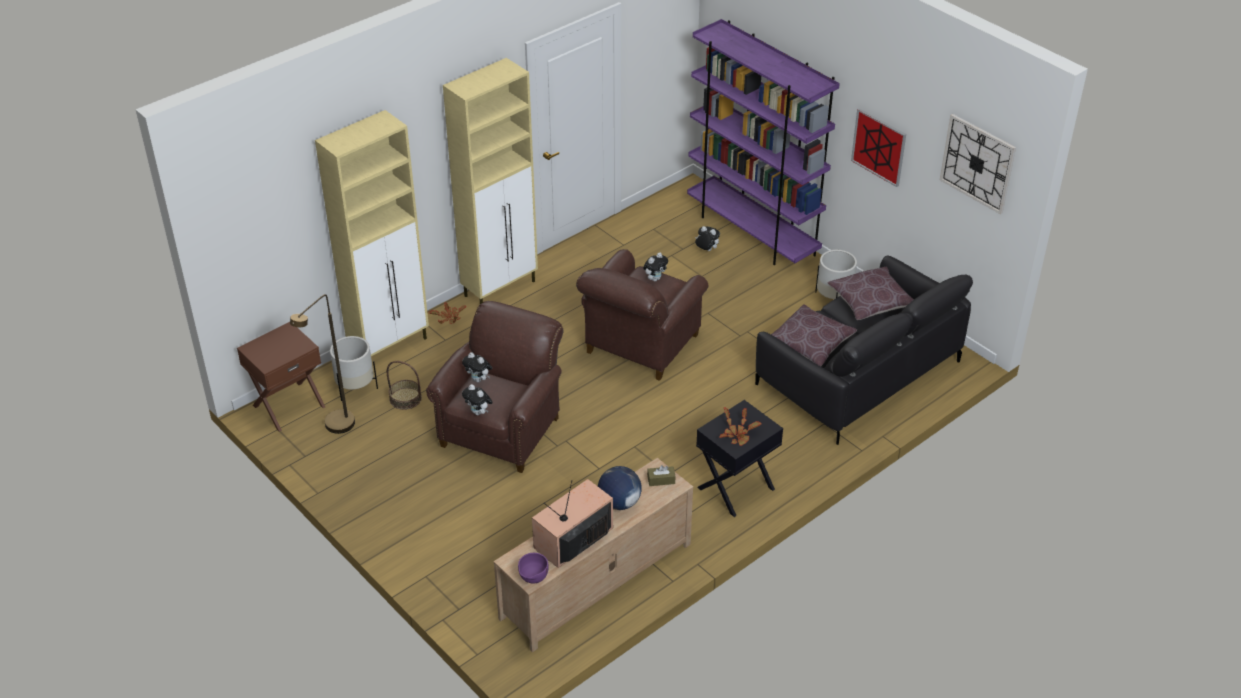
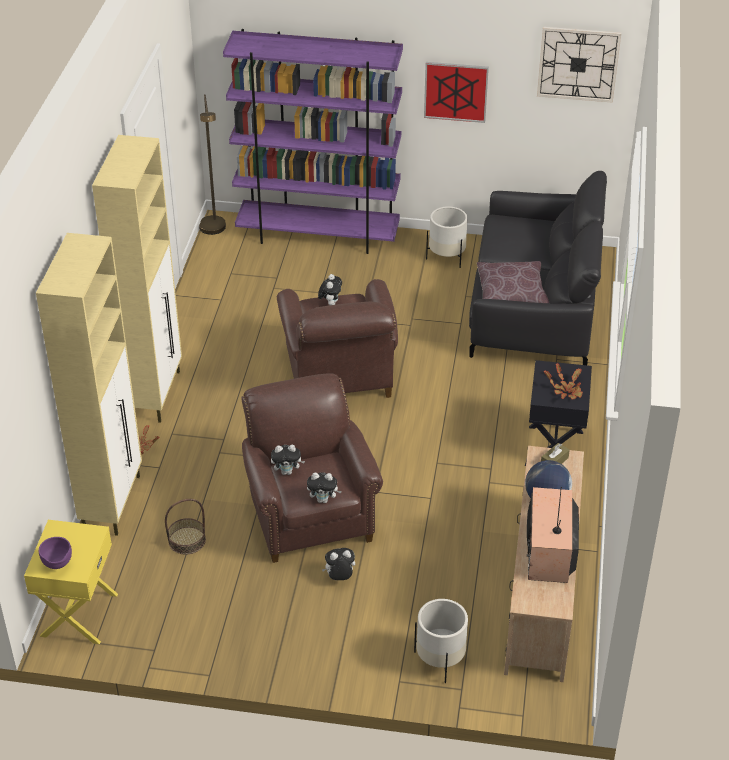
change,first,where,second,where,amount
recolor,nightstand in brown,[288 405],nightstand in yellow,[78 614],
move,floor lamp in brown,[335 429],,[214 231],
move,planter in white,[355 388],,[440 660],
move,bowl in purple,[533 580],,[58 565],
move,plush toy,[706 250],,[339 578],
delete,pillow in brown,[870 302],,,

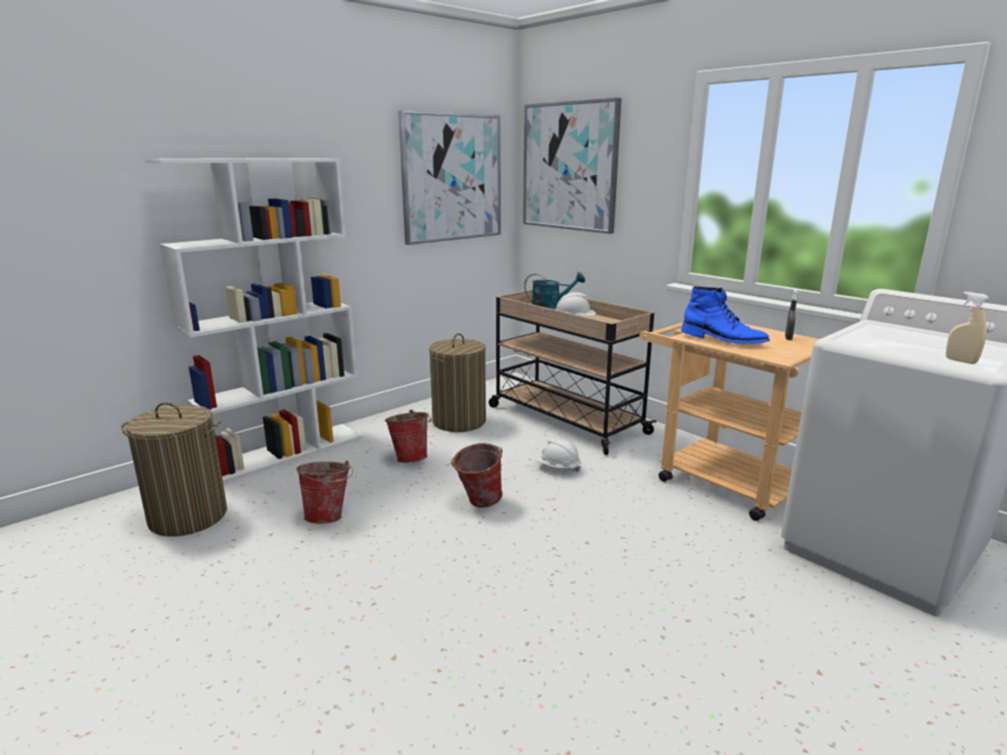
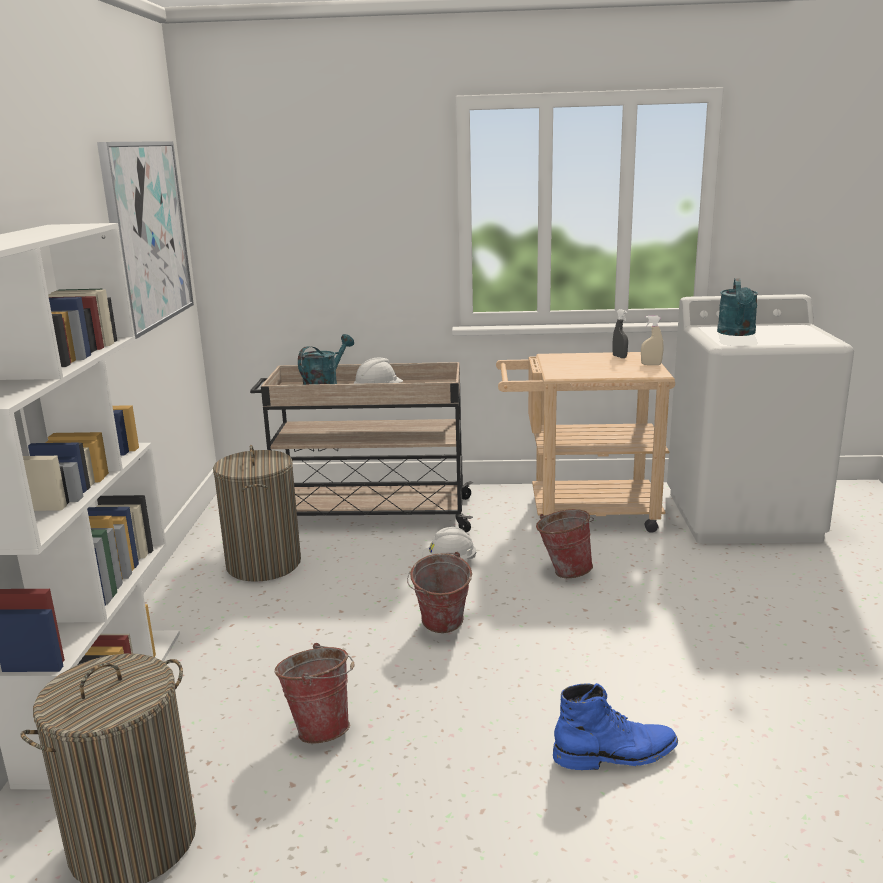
change,first,where,second,where,amount
move,bucket,[410 457],,[563 571],
delete,picture,[569 166],,,
move,boot in blue,[723 340],,[616 754],
move,spray bottle in beige,[960 361],,[651 364],
insert,,,watering can in turquoise,[737 333],

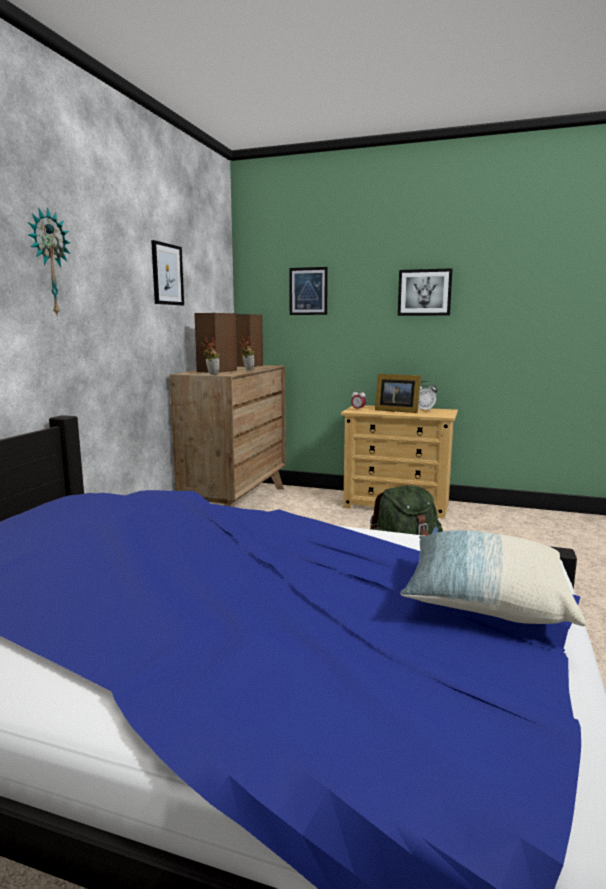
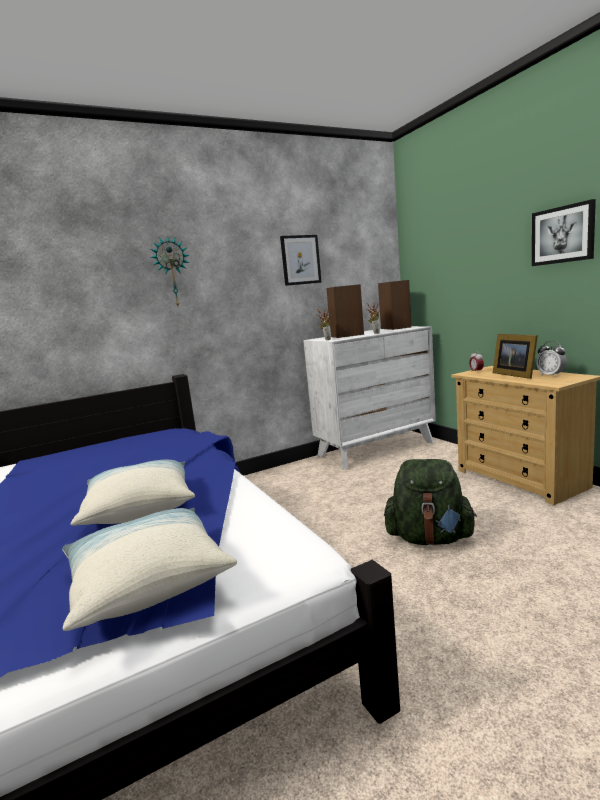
change,first,where,second,where,amount
recolor,dresser in brown,[236 502],dresser in white,[376 449],
delete,picture,[308 291],,,
insert,,,pillow,[139 507],

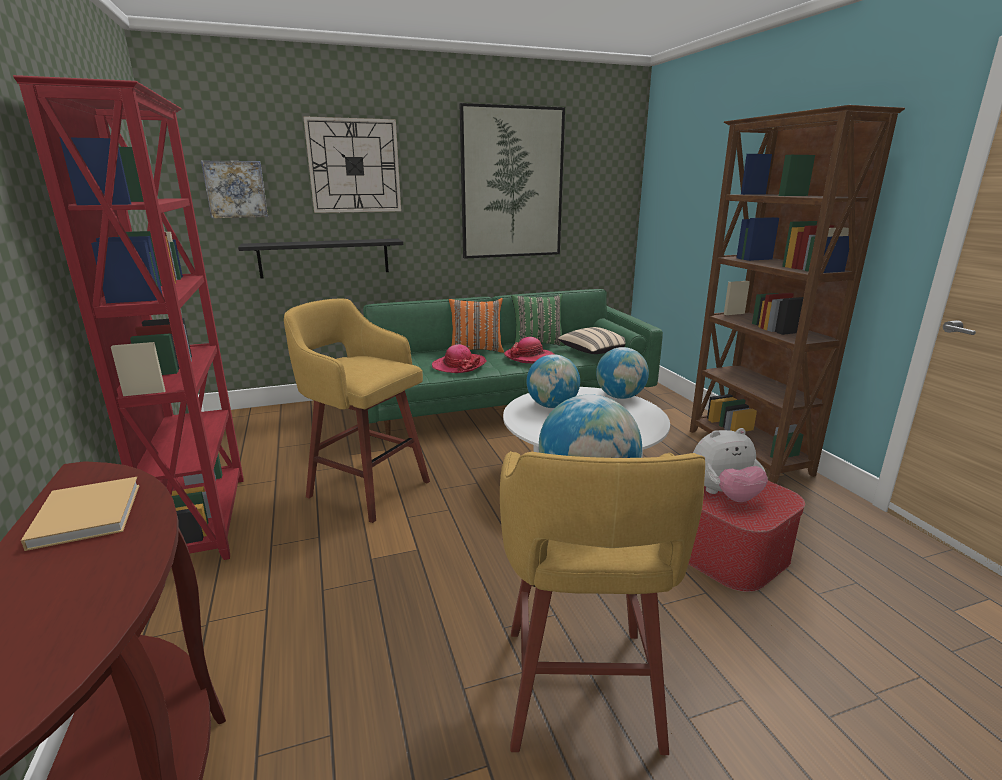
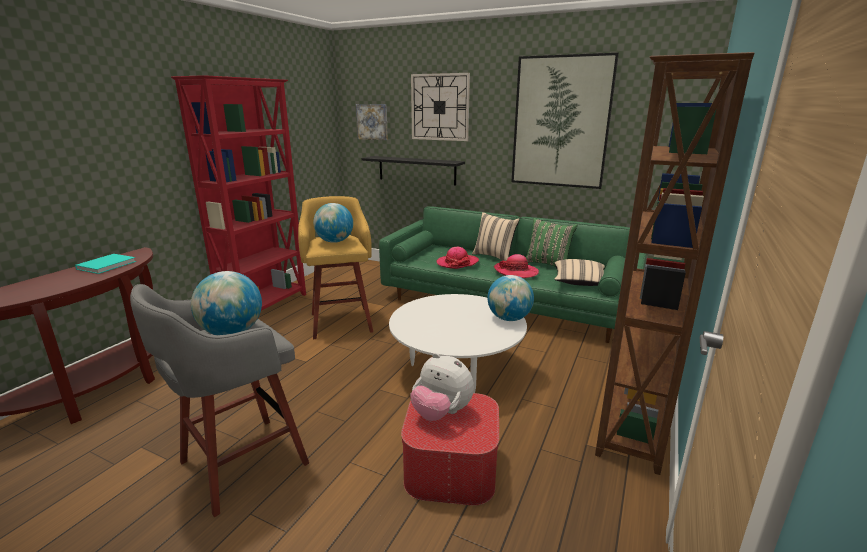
change,first,where,second,where,amount
recolor,book in beige,[88 513],book in turquoise,[108 265],
recolor,pillow in orange,[476 350],pillow in beige,[494 256],
recolor,stool in yellow,[580 692],stool in grey,[239 465],
move,globe,[552 406],,[334 241],

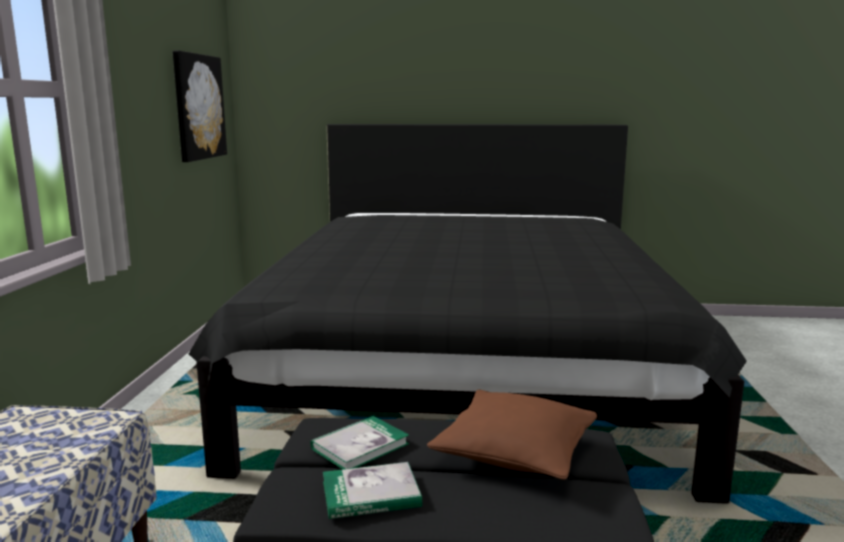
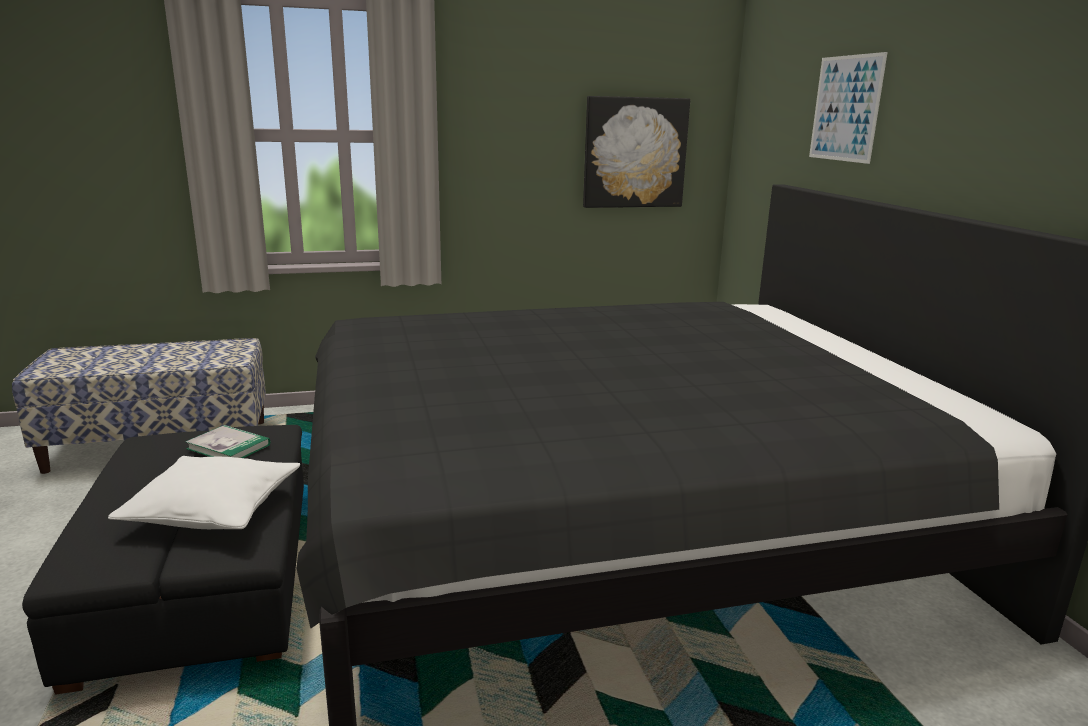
change,first,where,second,where,amount
delete,book,[371 494],,,
recolor,pillow in brown,[515 452],pillow in white,[213 510],
insert,,,picture,[845 108],

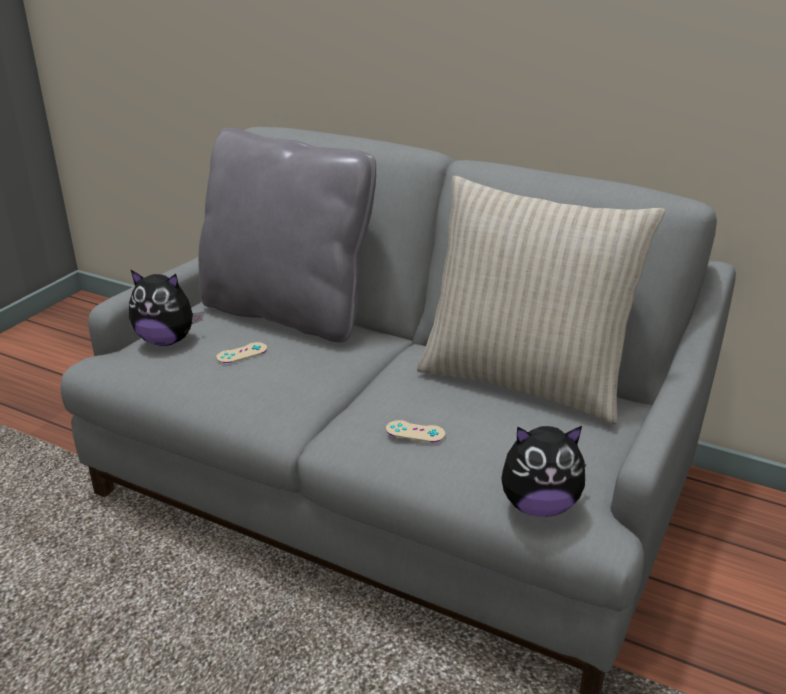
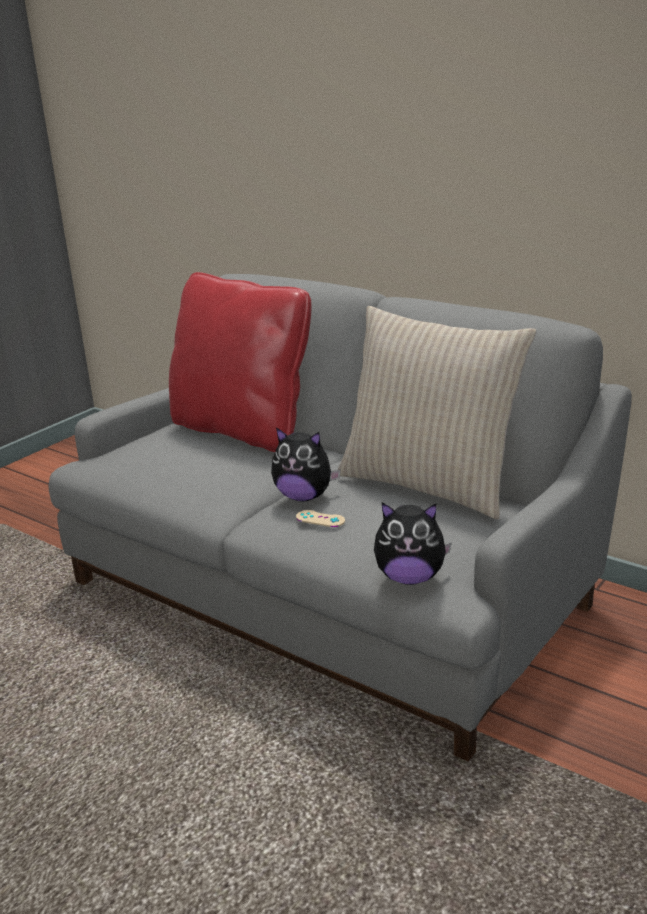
change,first,where,second,where,amount
move,plush toy,[167 340],,[304 496],
recolor,pillow in grey,[288 312],pillow in red,[243 429],
delete,game controller in beige,[242 353],,,

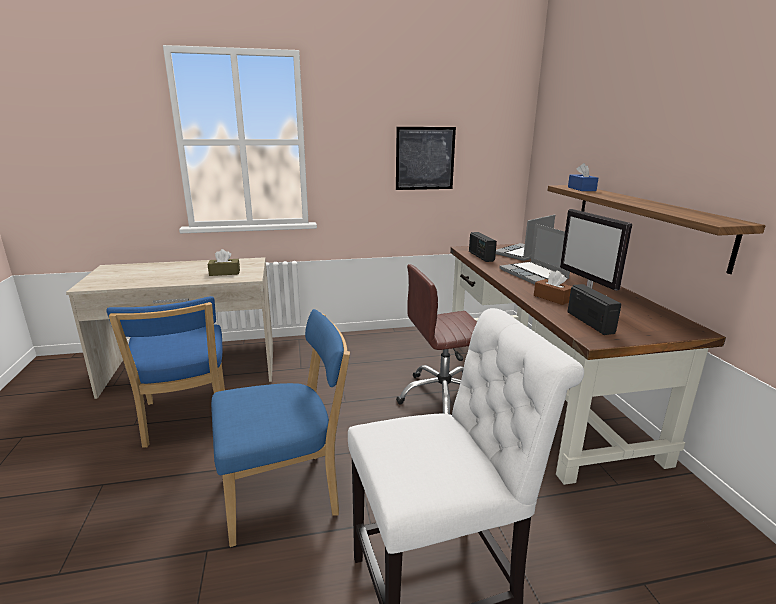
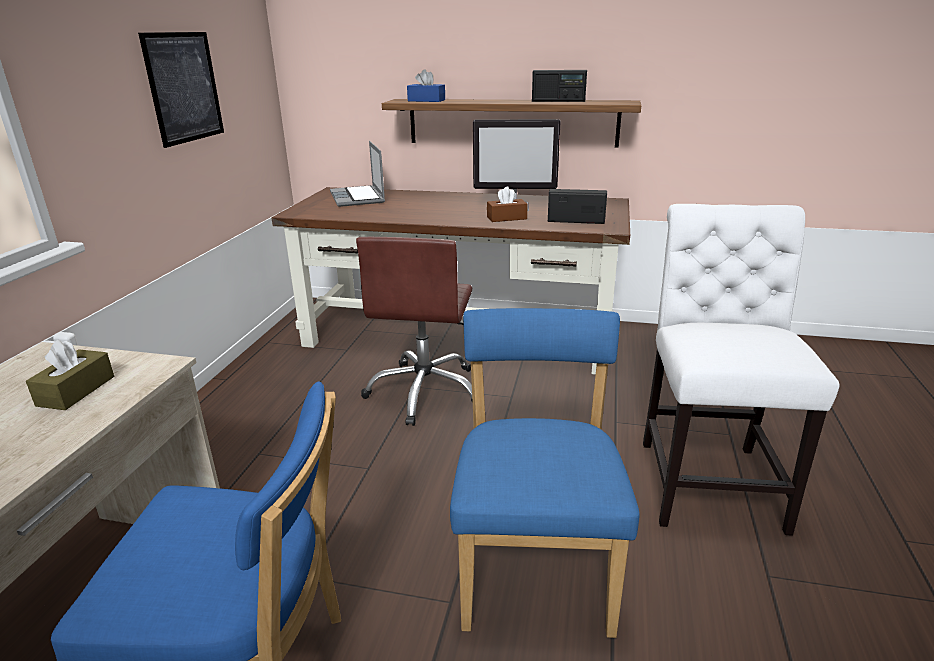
change,first,where,second,where,amount
move,radio,[481 256],,[558 101],
delete,laptop,[534 274],,,

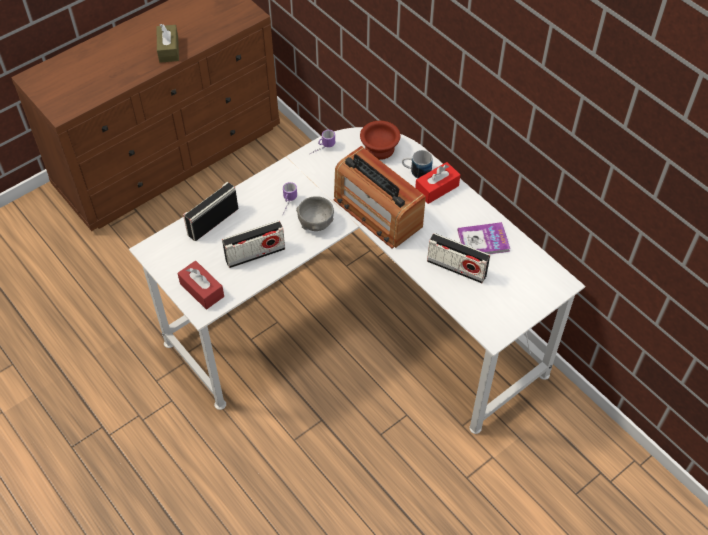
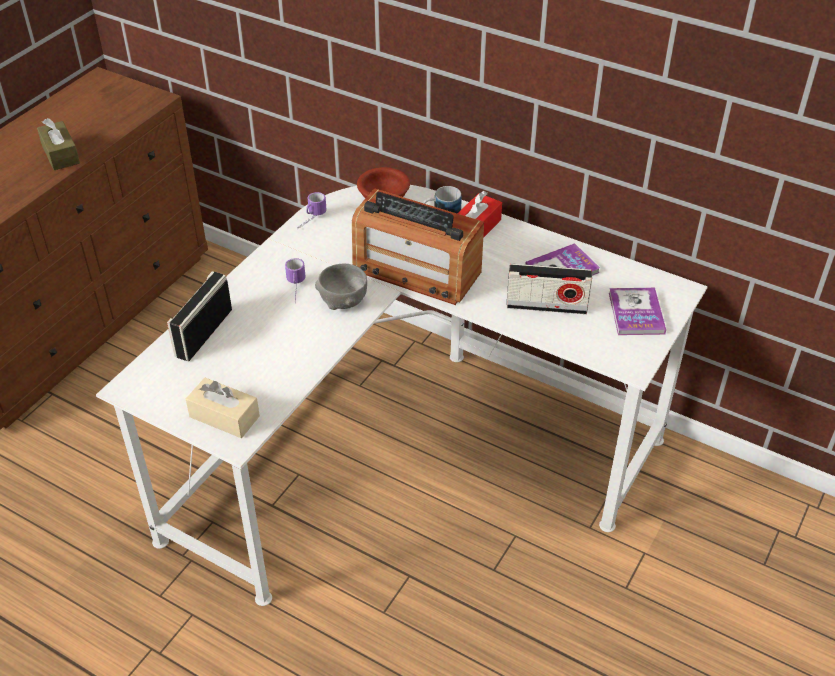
change,first,where,second,where,amount
recolor,tissue box in red,[202 290],tissue box in beige,[224 416],
delete,radio,[255 254],,,
insert,,,book,[636 313],

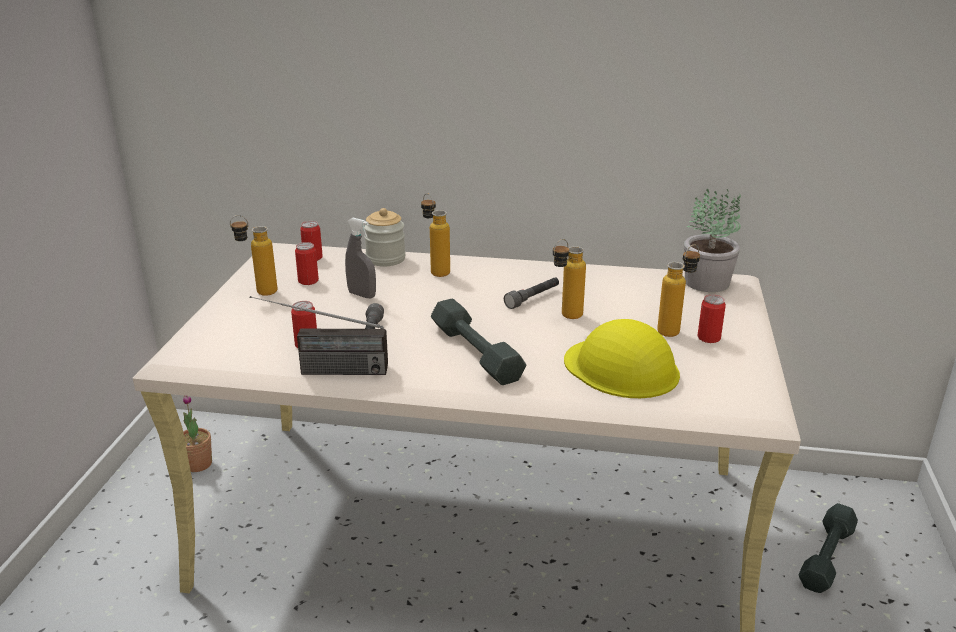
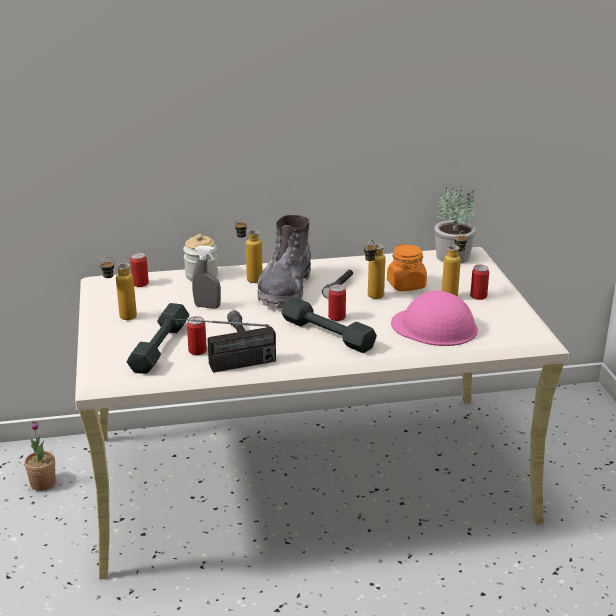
change,first,where,second,where,amount
move,can,[308 281],,[336 317],
recolor,hard hat in yellow,[621 368],hard hat in pink,[434 327],
move,dumbbell in grey,[827 556],,[160 347],
insert,,,boot in grey,[285 289],
insert,,,jar in orange,[406 285],

